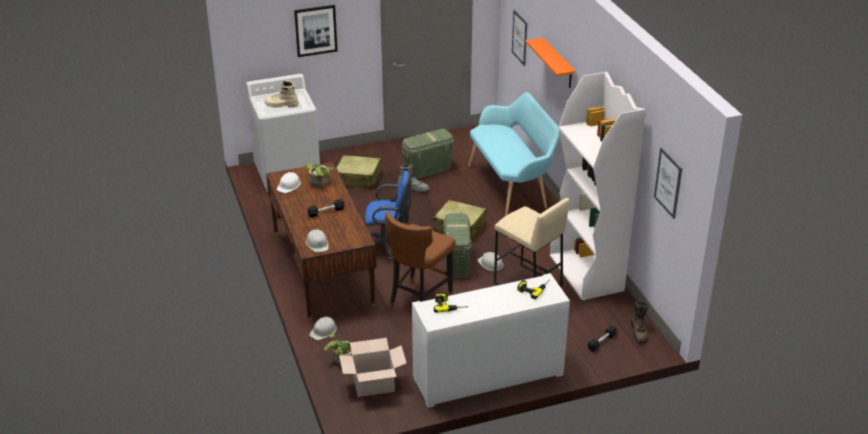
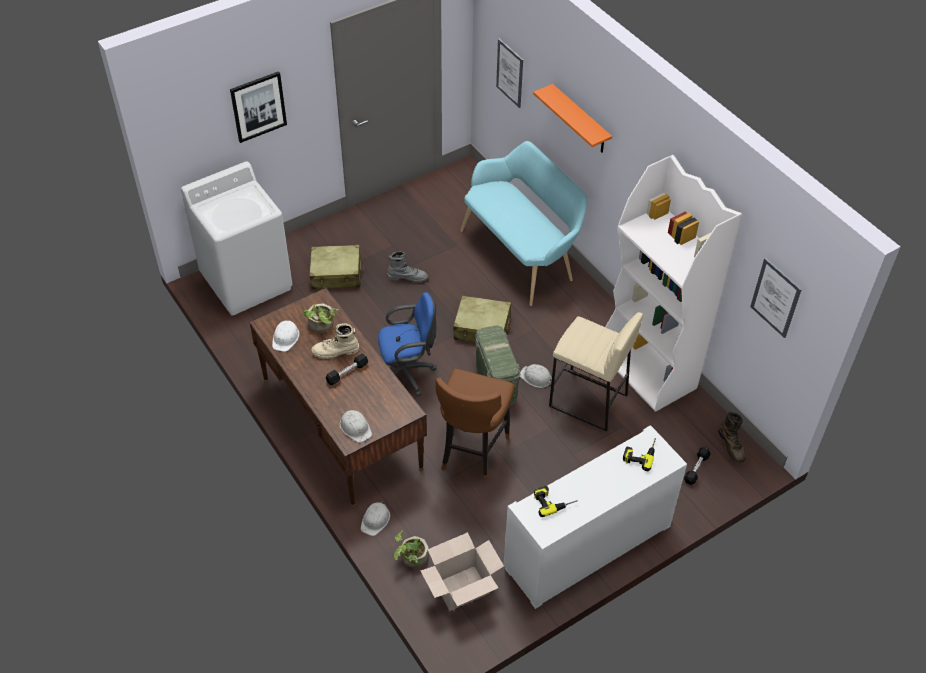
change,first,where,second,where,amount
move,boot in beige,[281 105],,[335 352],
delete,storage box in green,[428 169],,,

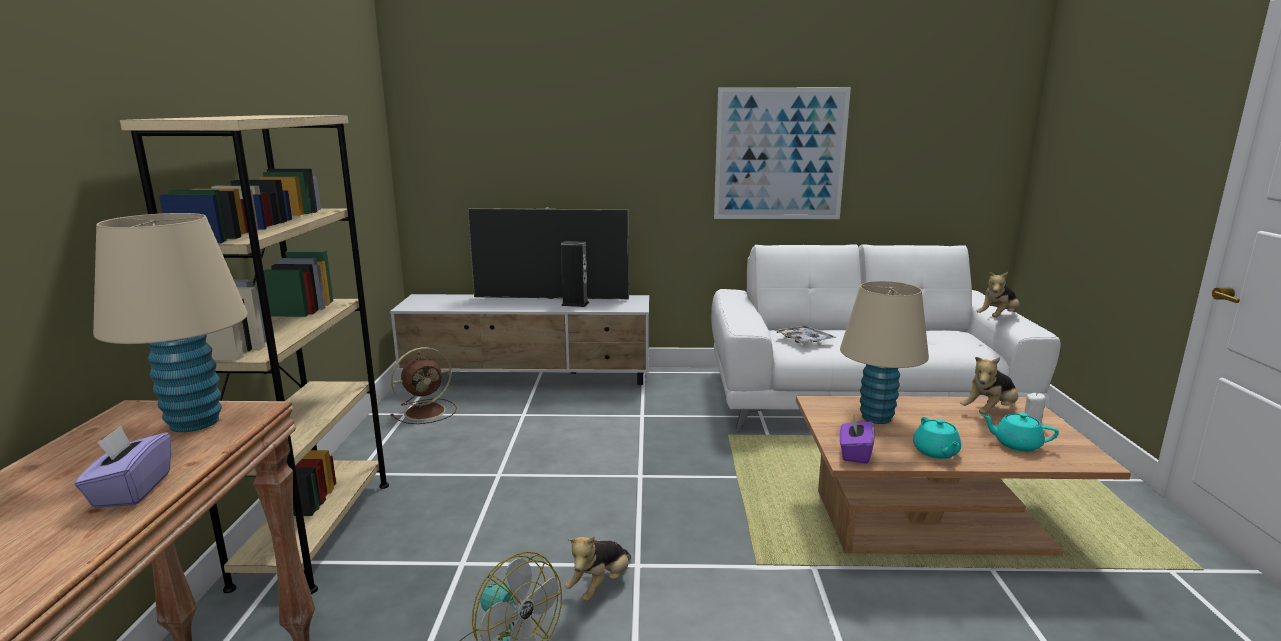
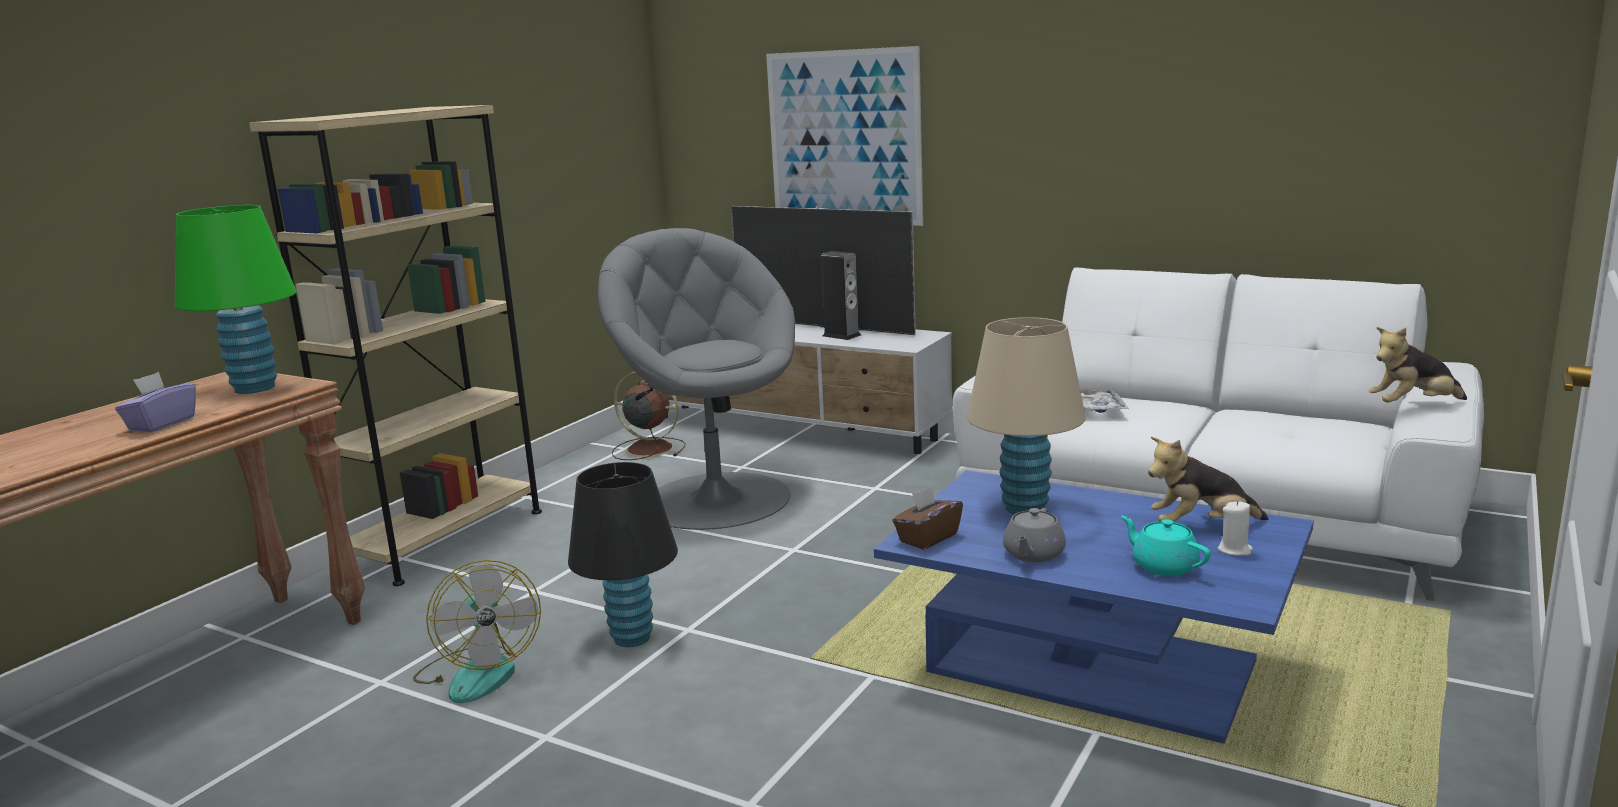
change,first,where,second,where,amount
recolor,table lamp in beige,[195 423],table lamp in green,[255 388],
rotate,fan in brown,[427 411],,[648 449],150 degrees counterclockwise
replace,plush toy,[600 585],table lamp in black,[632 638],
move,picture,[780 154],,[844 138],
recolor,coffee table in brown,[931 521],coffee table in blue,[1091 667],
recolor,tissue box in purple,[854 453],tissue box in brown,[927 538],
recolor,teapot in turquoise,[936 452],teapot in grey,[1033 555],
insert,,,armchair in grey,[715 498],

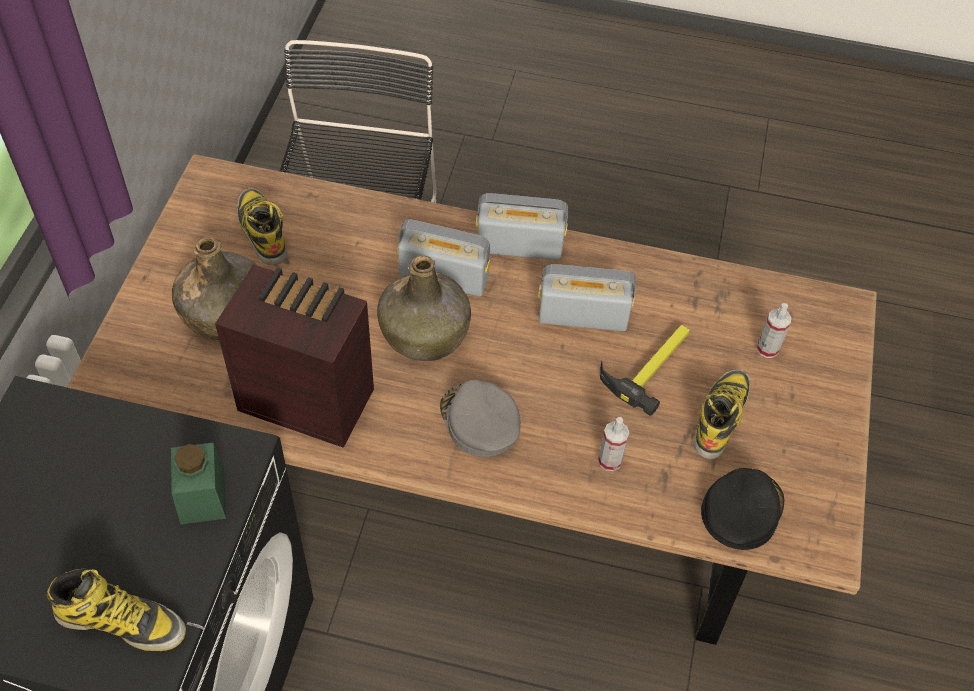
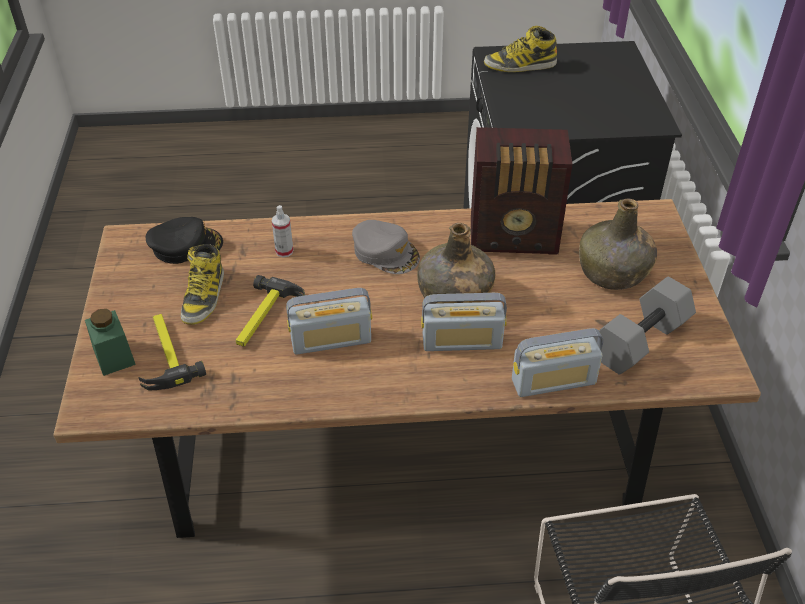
change,first,where,second,where,amount
move,jar in green,[202 496],,[114 356],
replace,boot,[261 230],dumbbell in grey,[639 339],
move,radio,[519 247],,[553 381],
rotate,cap in black,[741 510],,[186 245],120 degrees counterclockwise
replace,spray bottle,[767 349],hammer,[165 354],

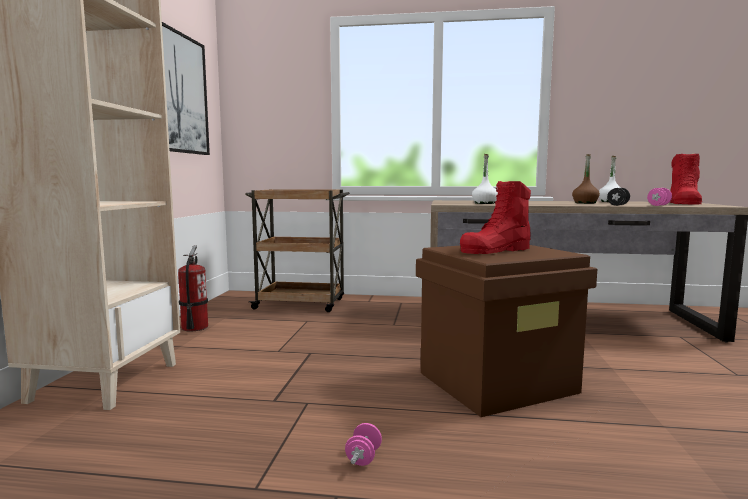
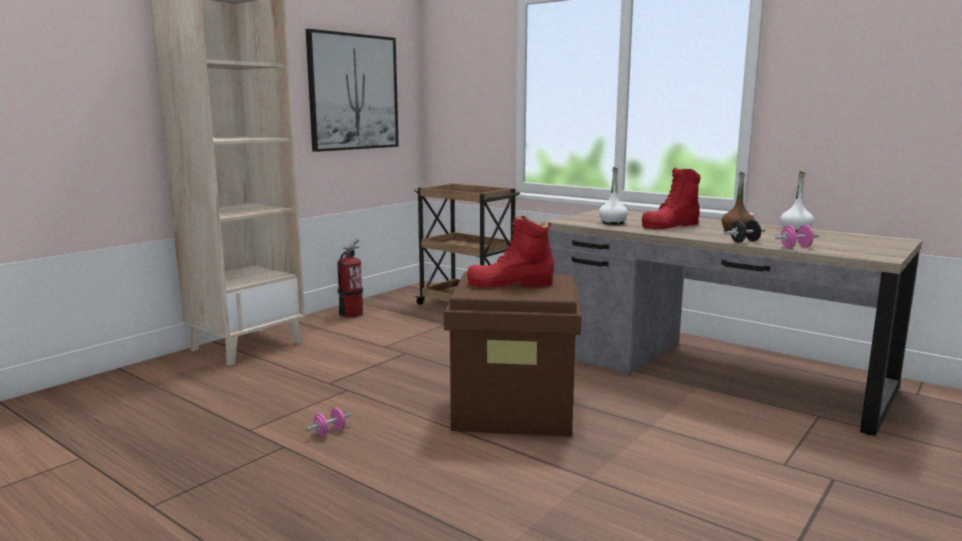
change,first,where,second,where,amount
move,boot in red,[684 204],,[670 225],

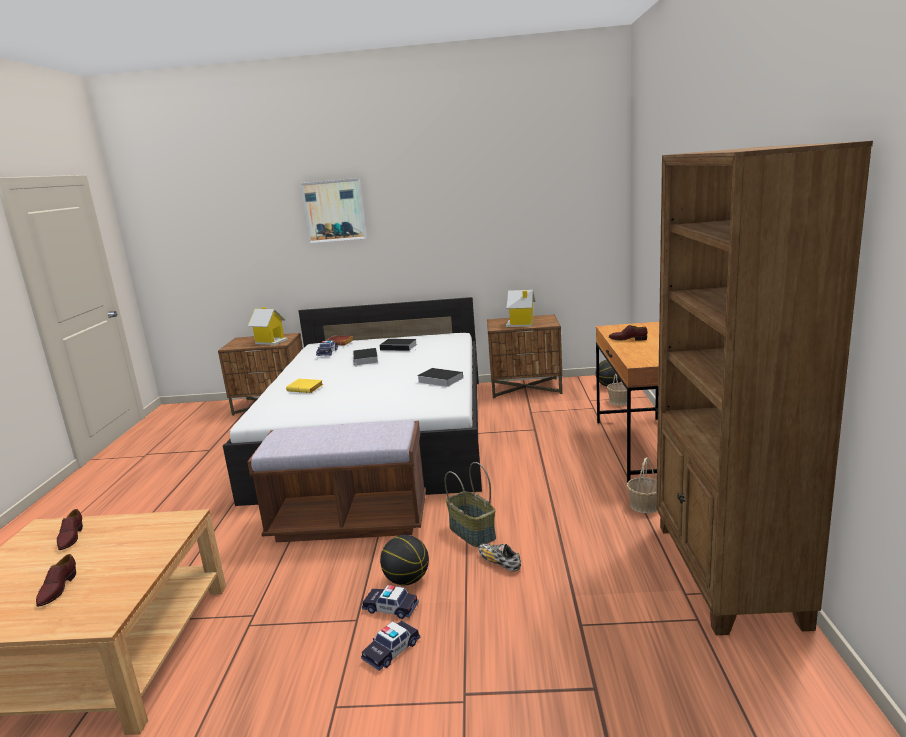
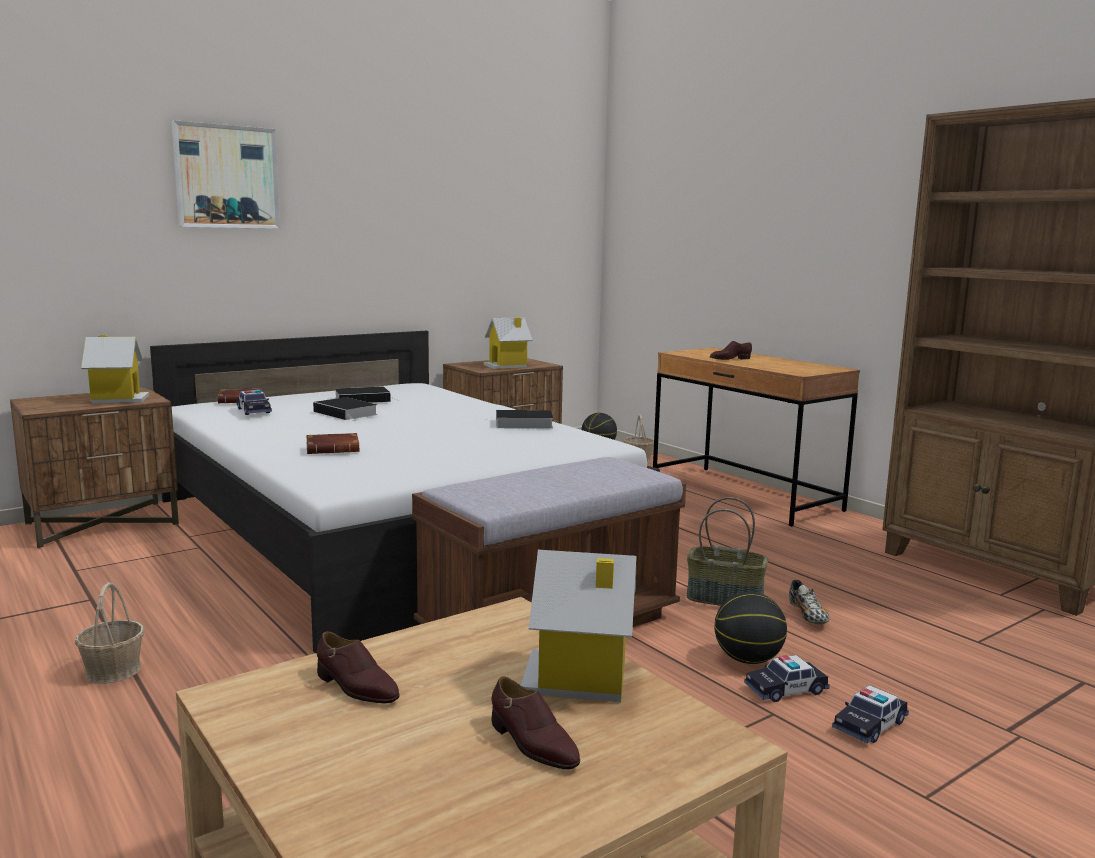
change,first,where,second,where,amount
recolor,book in yellow,[306 389],book in brown,[334 449],
rotate,toy car,[391 650],,[870 725],45 degrees clockwise
rotate,shoe,[499 562],,[808 616],105 degrees counterclockwise
move,basket,[644 506],,[113 671],
insert,,,toy house,[580 679],

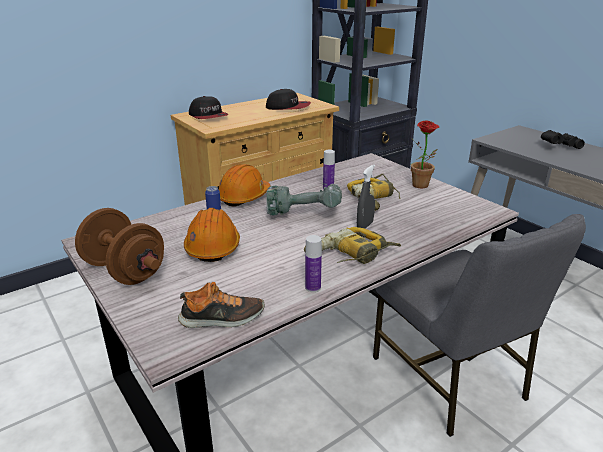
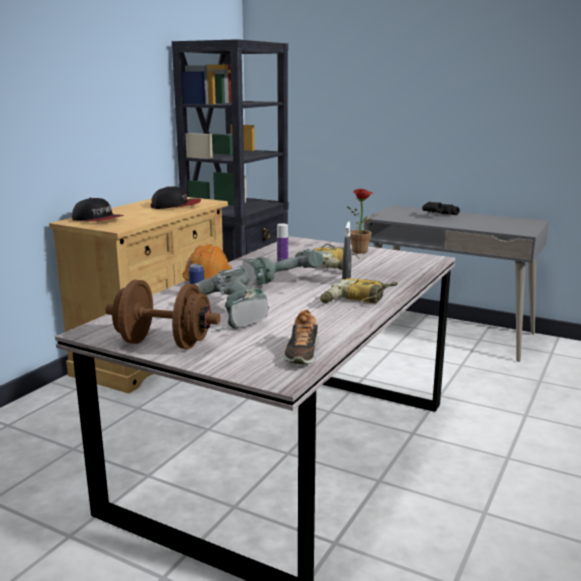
change,first,where,second,where,amount
rotate,shoe,[222 318],,[302 353],135 degrees clockwise
replace,hard hat in orange,[213 247],power drill,[228 315],
delete,bottle,[313 287],,,
delete,chair in grey,[450 378],,,

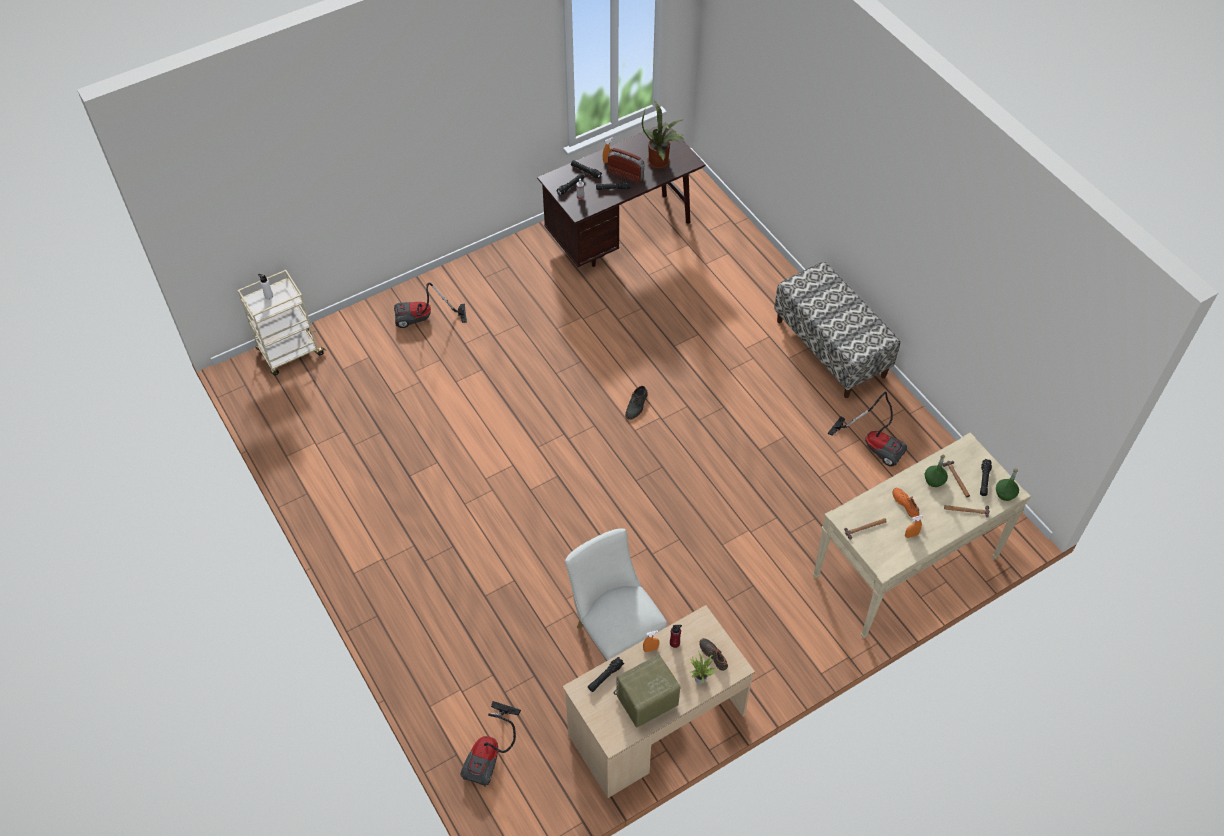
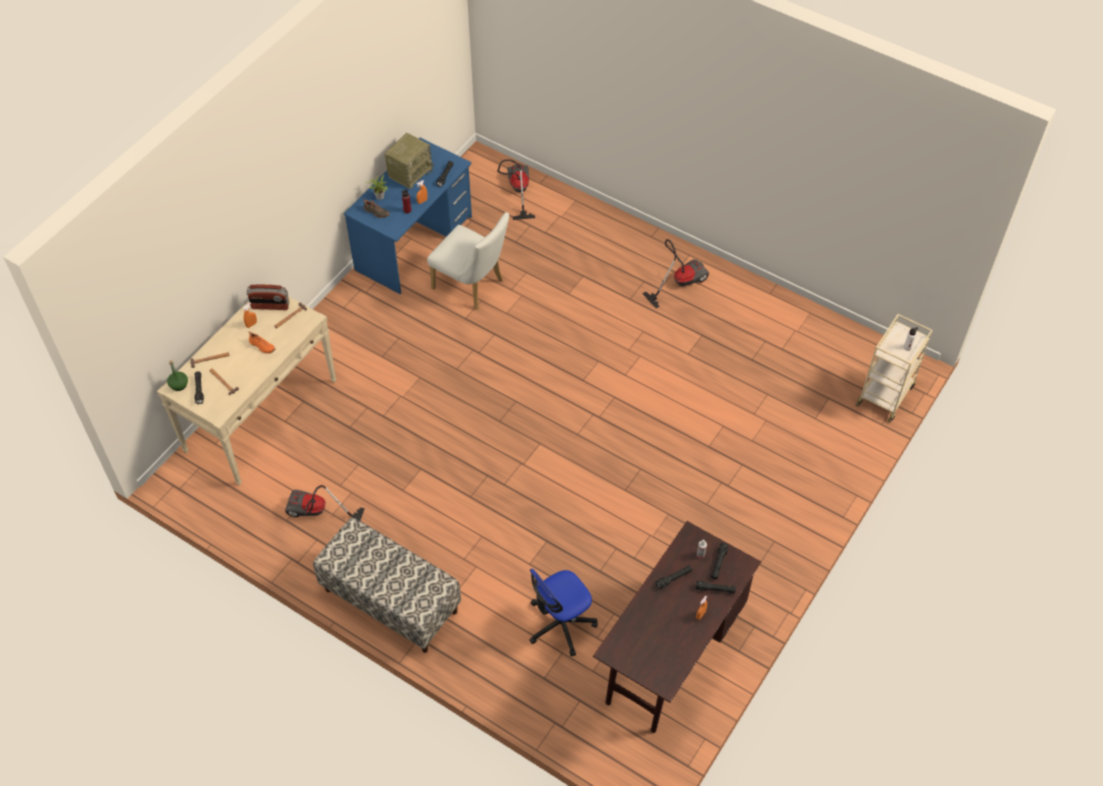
change,first,where,second,where,amount
move,vacuum cleaner,[424 320],,[679 282],
recolor,desk in beige,[656 725],desk in blue,[414 243],
move,radio,[626 174],,[270 306],
delete,shoe in grey,[636 405],,,
delete,potted plant,[661 162],,,
delete,bottle in green,[934 480],,,
insert,,,office chair,[560 624],

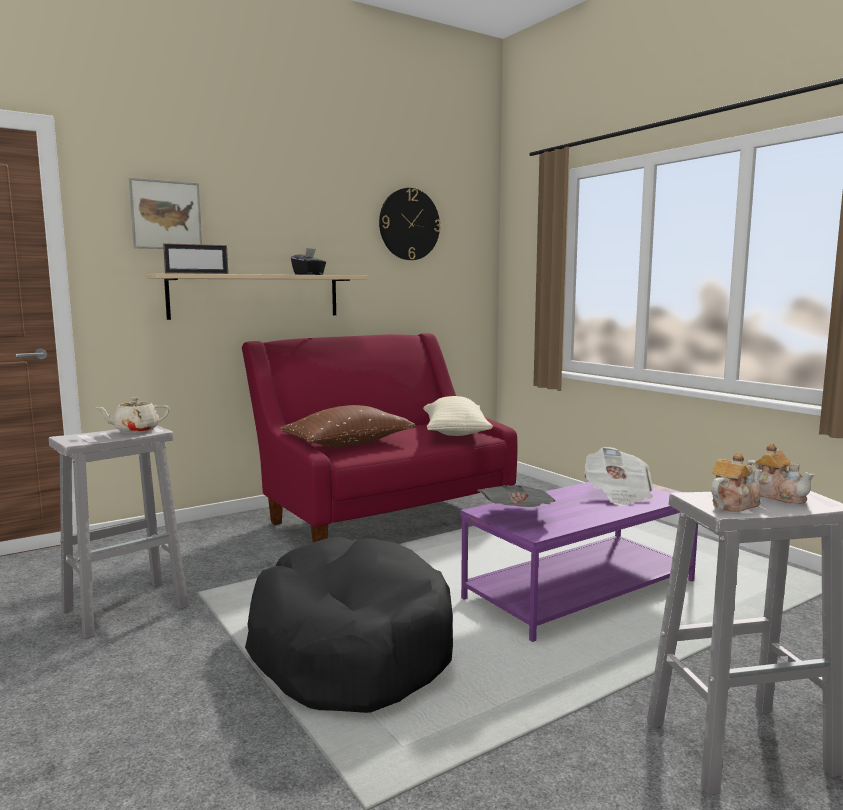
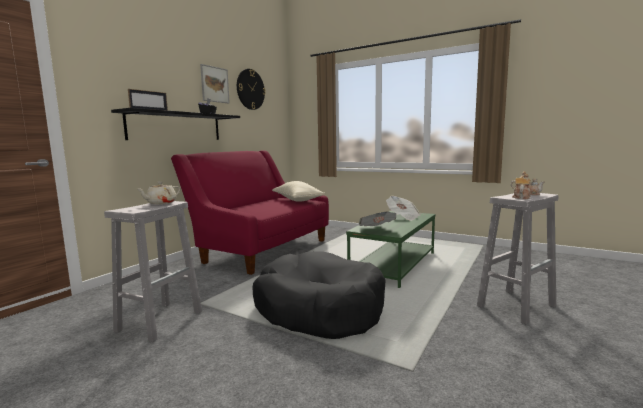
change,first,where,second,where,amount
move,picture,[166 215],,[215 84],
recolor,shelf in beige,[256 296],shelf in black,[176 127],
delete,pillow in brown,[348 444],,,
recolor,coffee table in purple,[580 590],coffee table in green,[394 265],

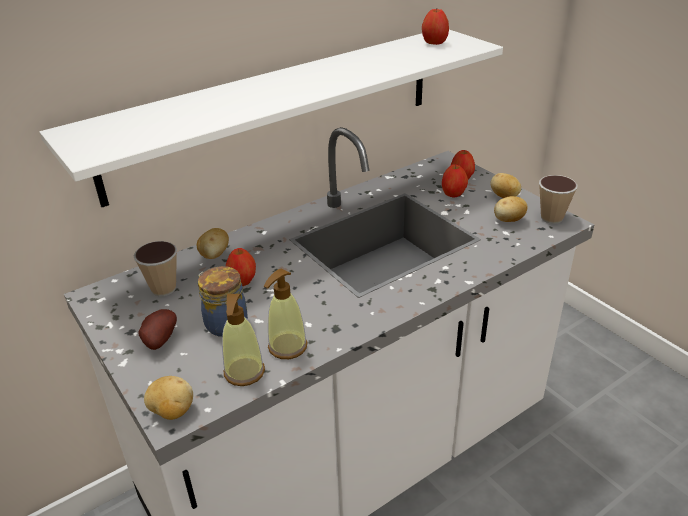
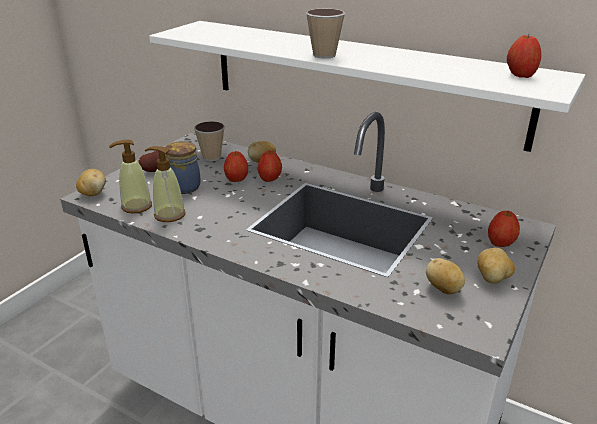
change,first,where,second,where,amount
move,apple,[453 194],,[270 179],
move,cup,[551 218],,[324 55],

